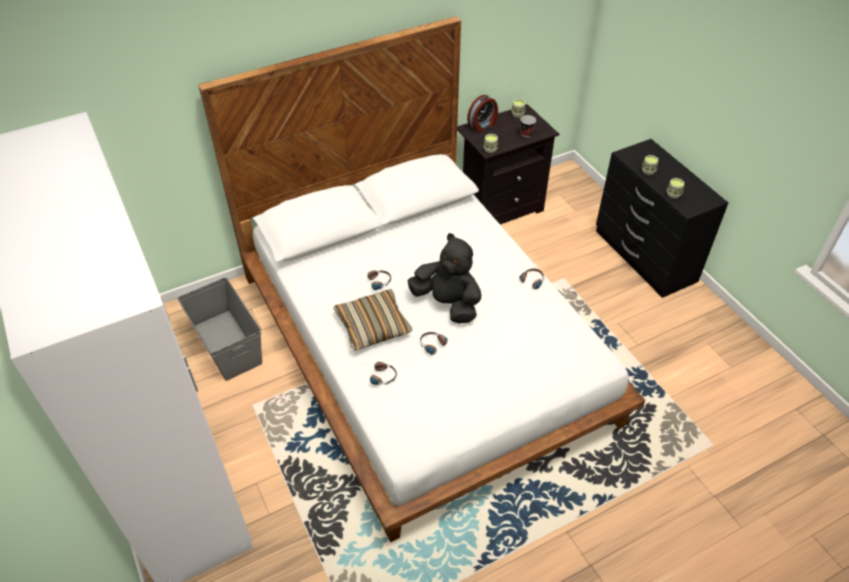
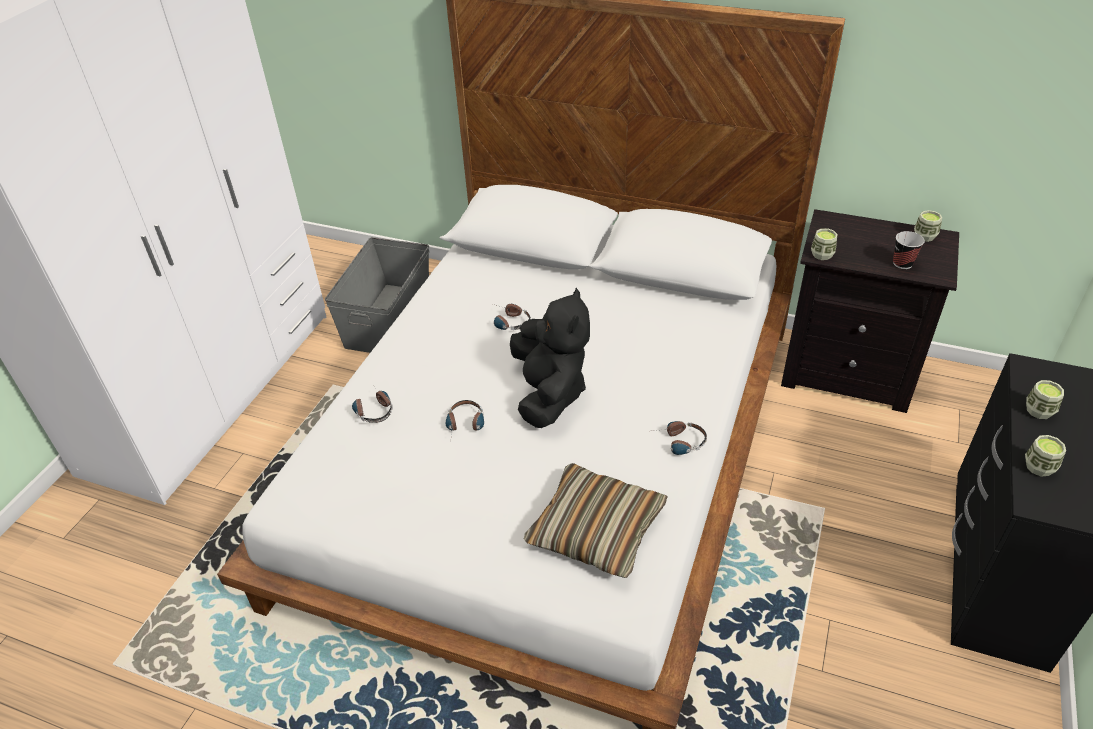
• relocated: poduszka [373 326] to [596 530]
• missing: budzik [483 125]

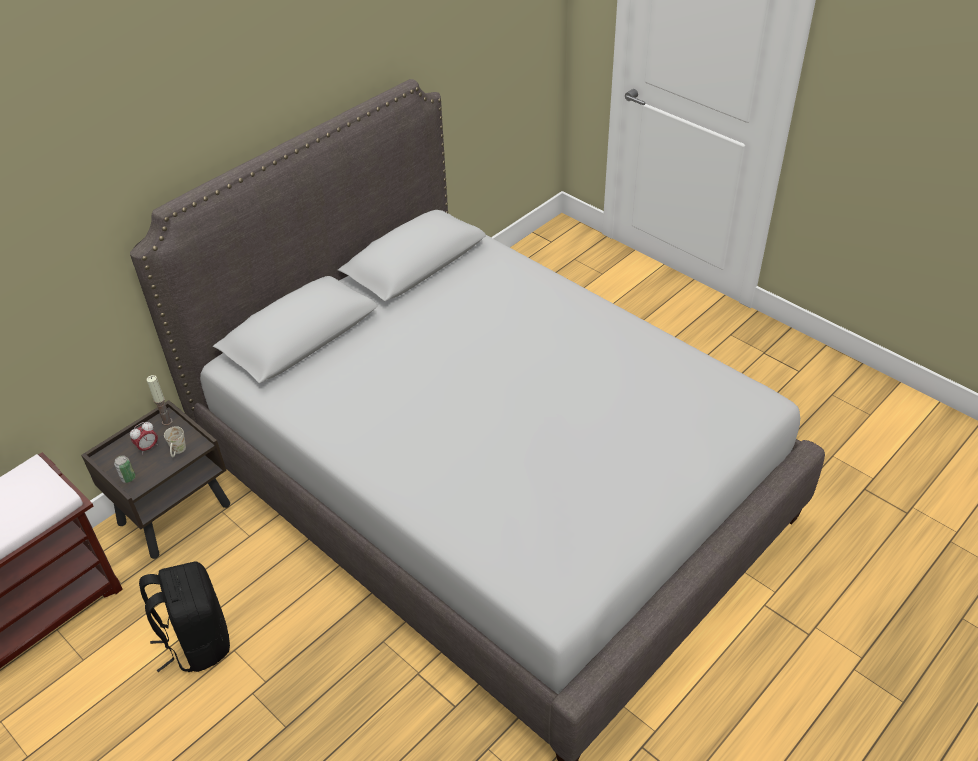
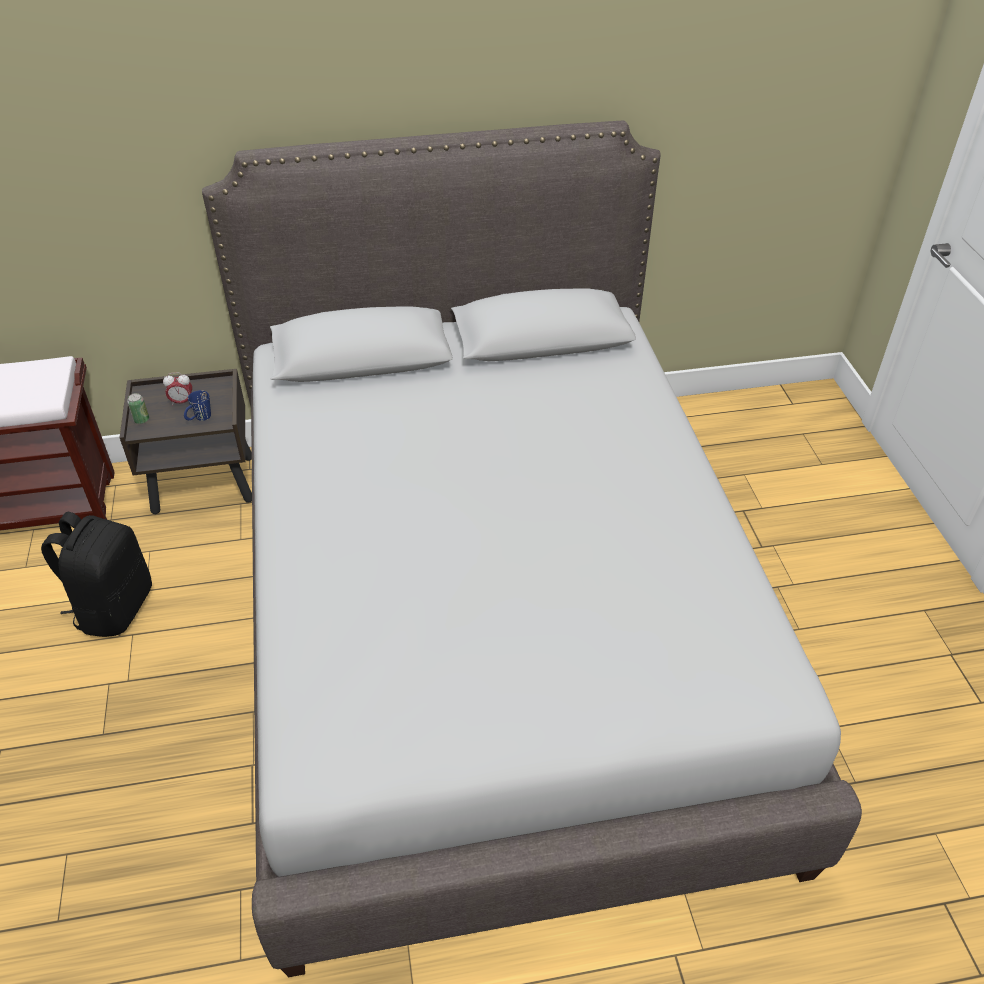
• missing: świeca [167 421]
• colour: kubek [biały] [178 452] to kubek [niebieski] [199 418]

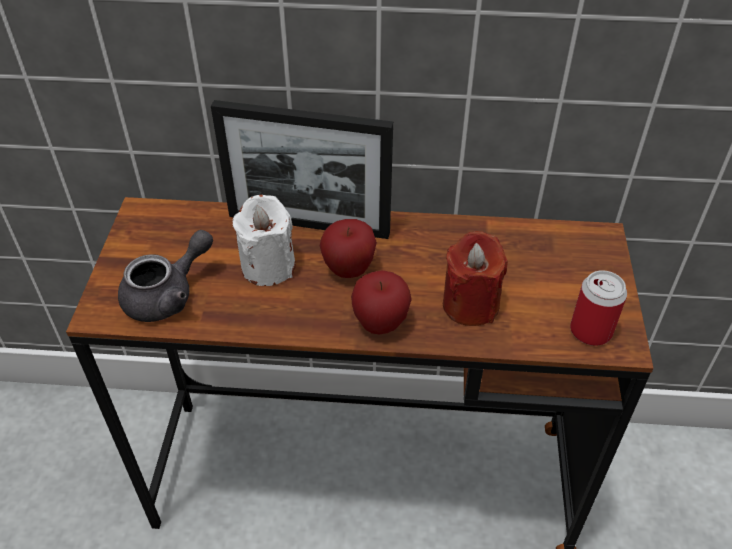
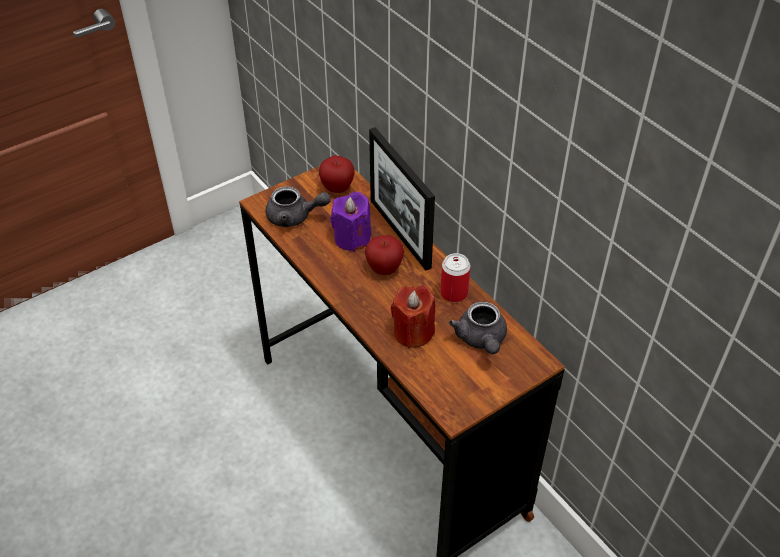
• colour: świeca [biały] [268 266] to świeca [fioletowy] [352 238]
• relocated: jabłko [380 324] to [337 189]
• relocated: puszka [590 331] to [454 293]
• appeared: imbryk [szary] [481 340]

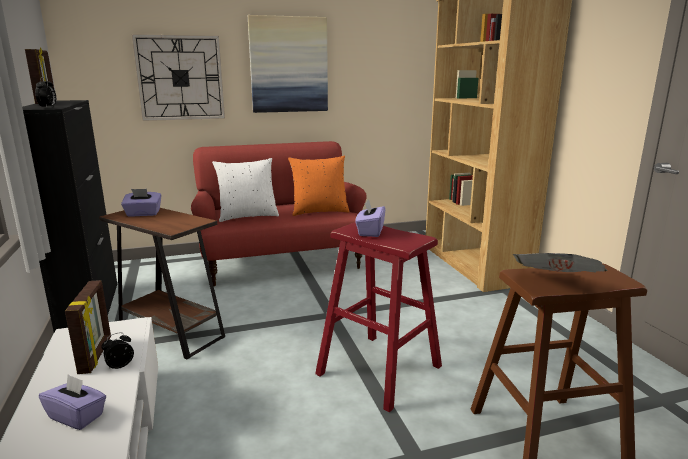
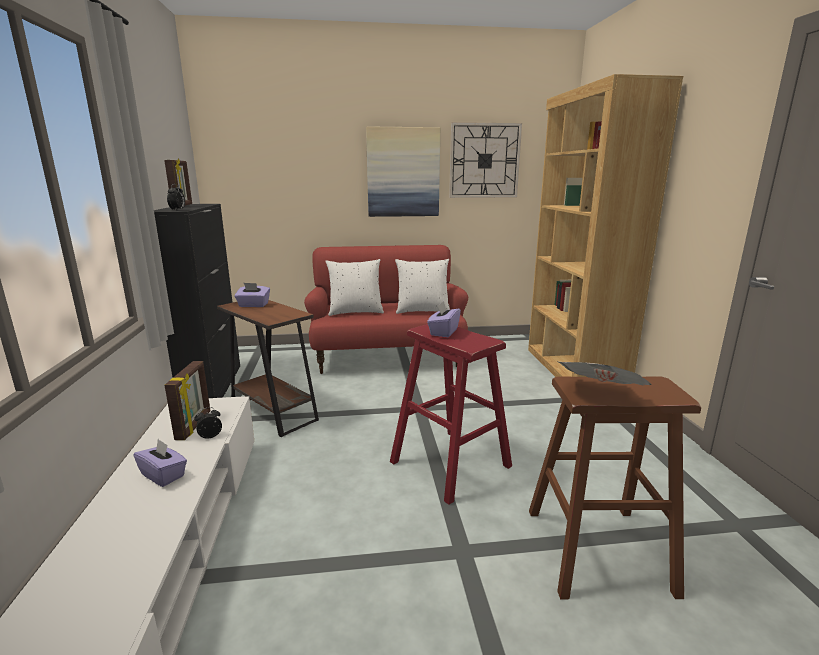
• relocated: zegar ścienny [180 78] to [484 161]
• colour: poduszka [pomarańczowy] [319 211] to poduszka [biały] [422 311]

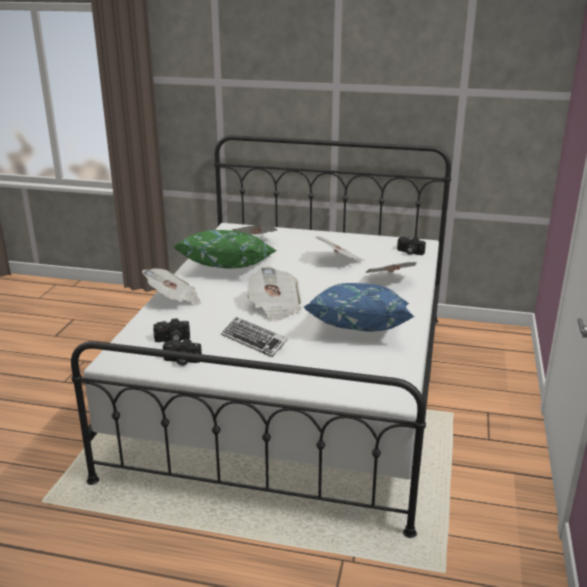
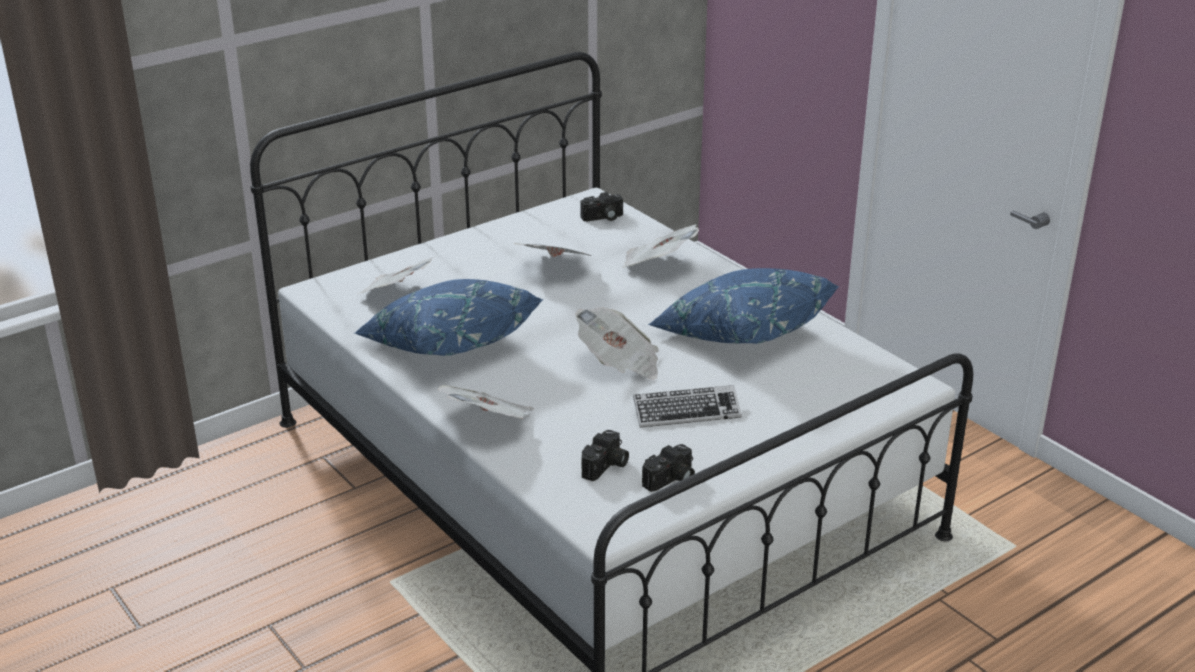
• colour: poduszka [zielony] [228 266] to poduszka [niebieski] [447 344]

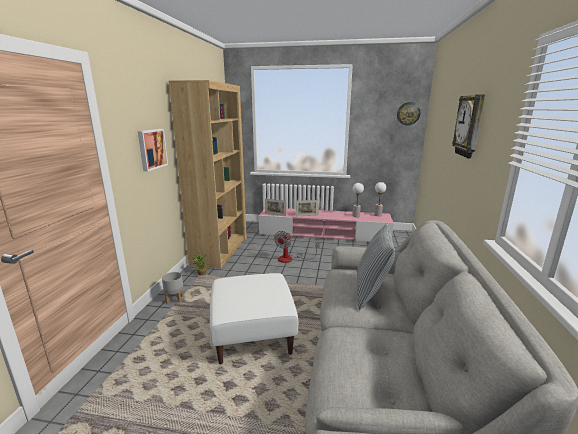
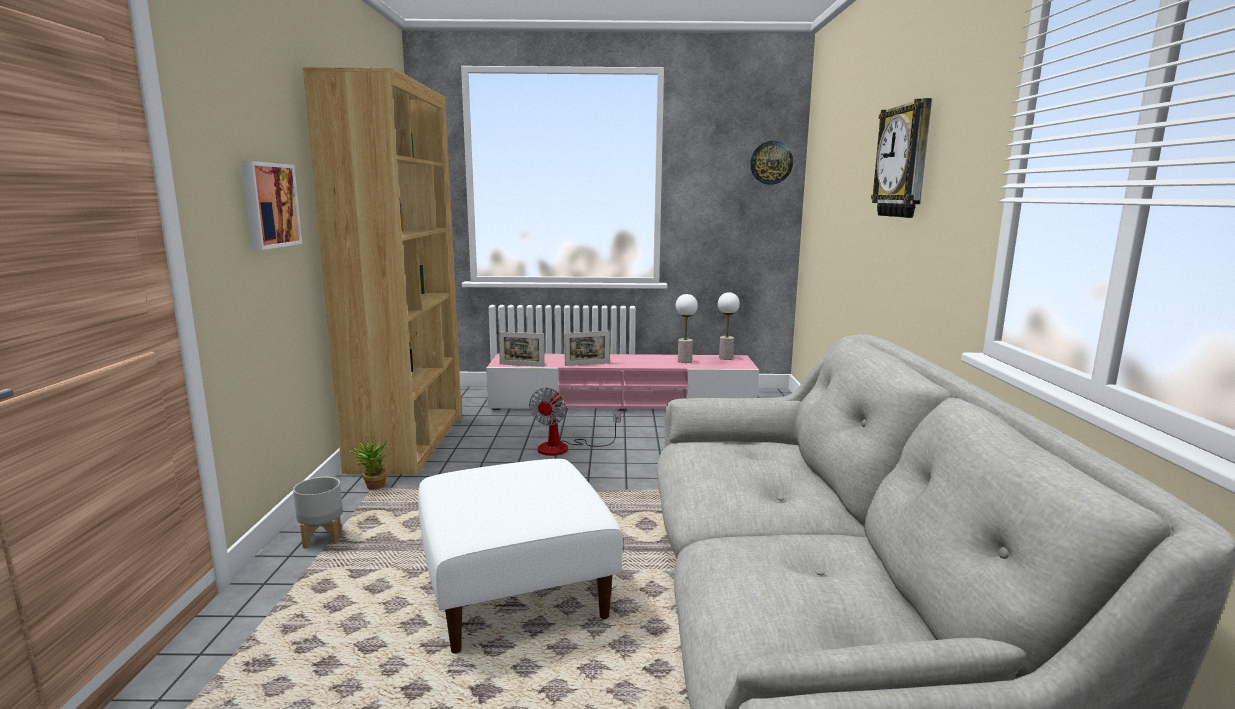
• missing: poduszka [371 292]

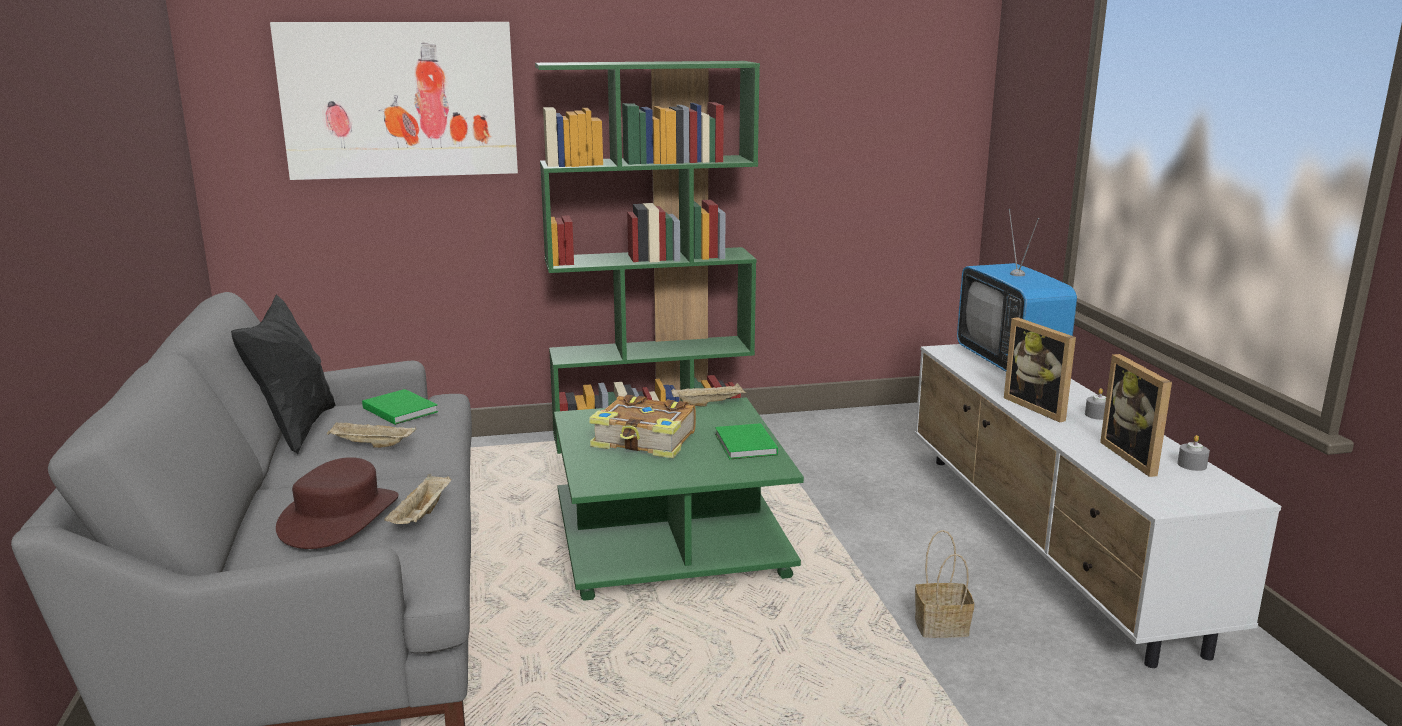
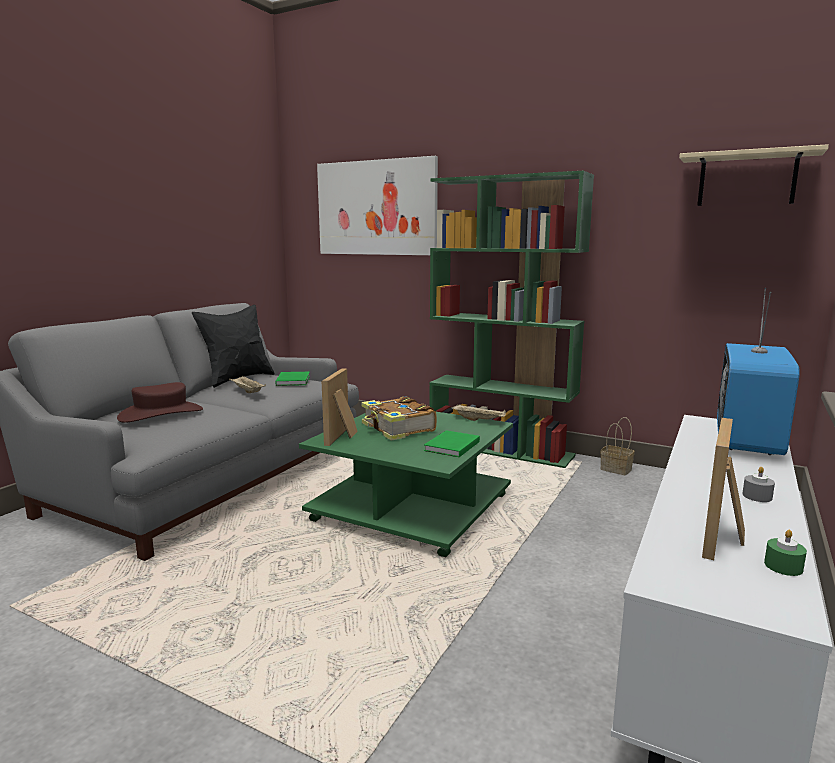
• missing: taca [beżowy] [422 516]
• relocated: koszyk [943 626] to [617 469]
• relocated: ramka na zdjęcie [1040 407] to [343 436]
• colour: świeca [szary] [1192 465] to świeca [zielony] [783 566]
• appeared: półka [beżowy] [747 179]

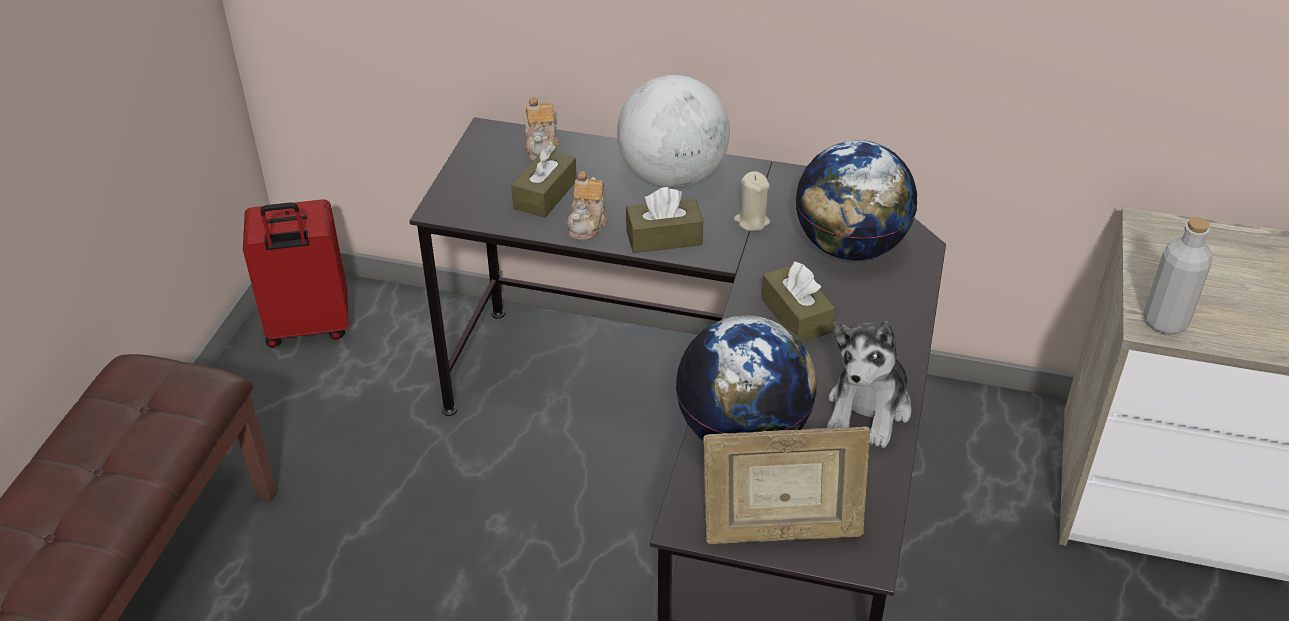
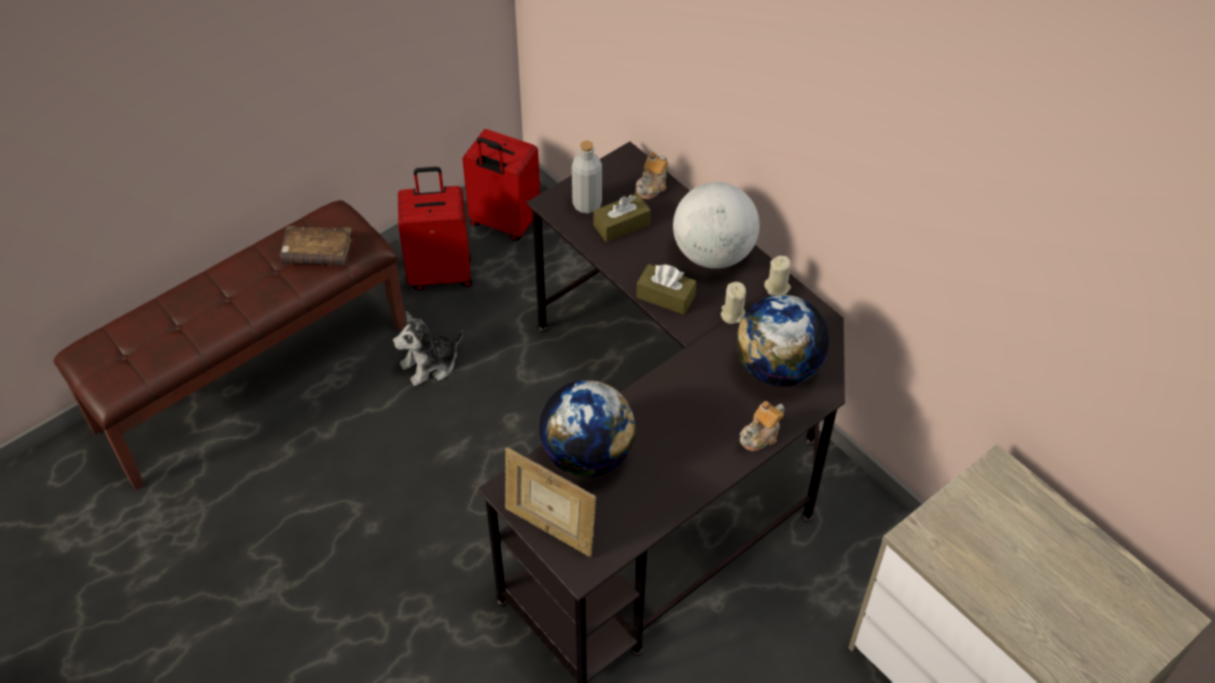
• relocated: imbryk [588 223] to [760 436]
• missing: pudełko chusteczek [brązowy] [796 315]
• relocated: pluszak [868 409] to [430 365]
• relocated: butelka [szary] [1165 322] to [587 204]
• appeared: książka [brązowy] [318 253]
• appeared: walizka [czerwony] [440 272]
• appeared: świeca [beżowy] [777 287]

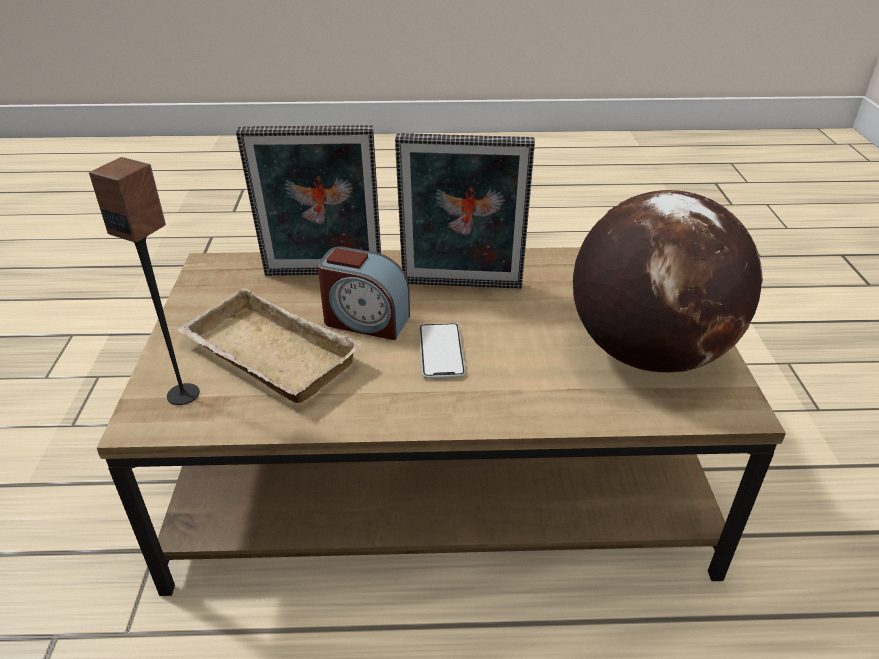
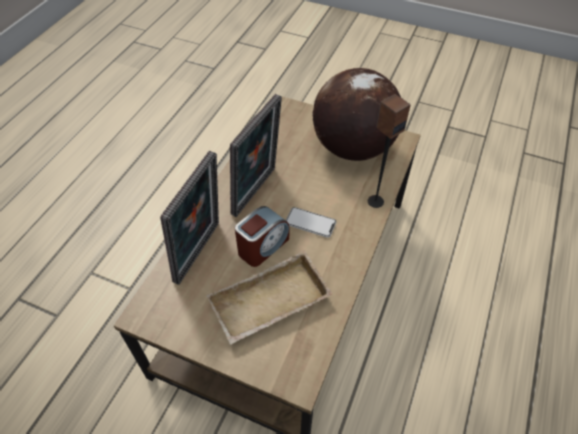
• relocated: głośnik [184 394] to [375 201]

